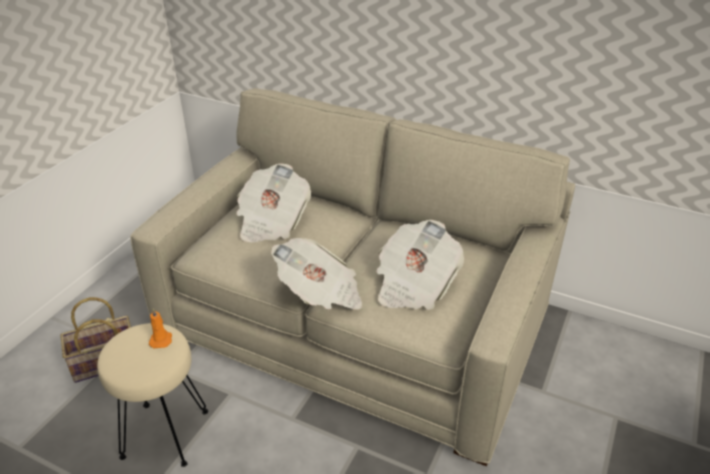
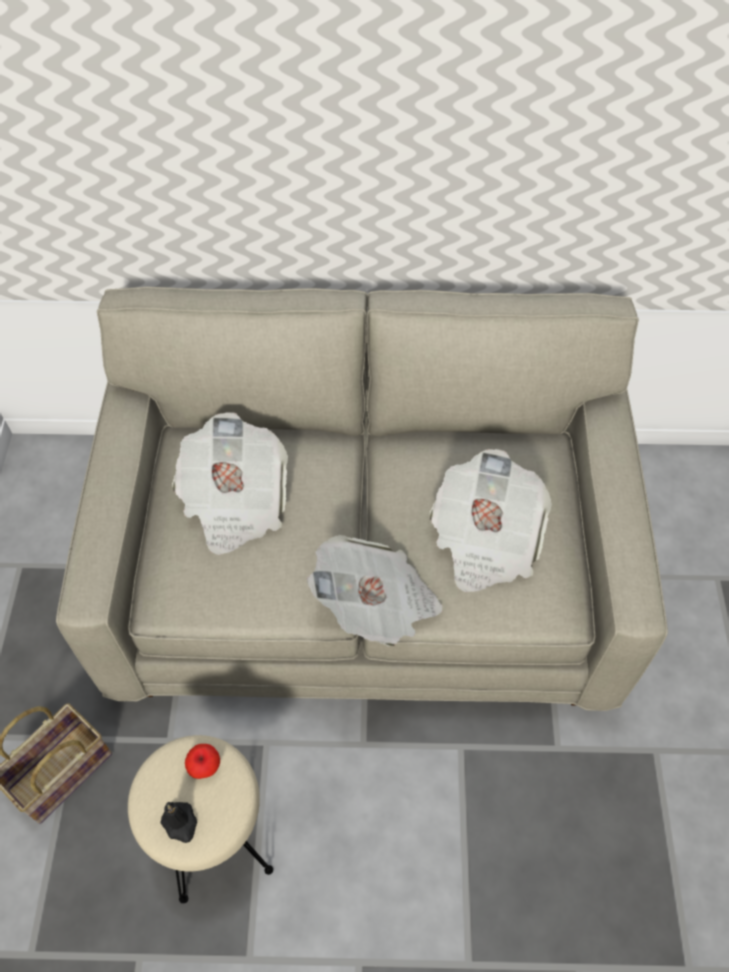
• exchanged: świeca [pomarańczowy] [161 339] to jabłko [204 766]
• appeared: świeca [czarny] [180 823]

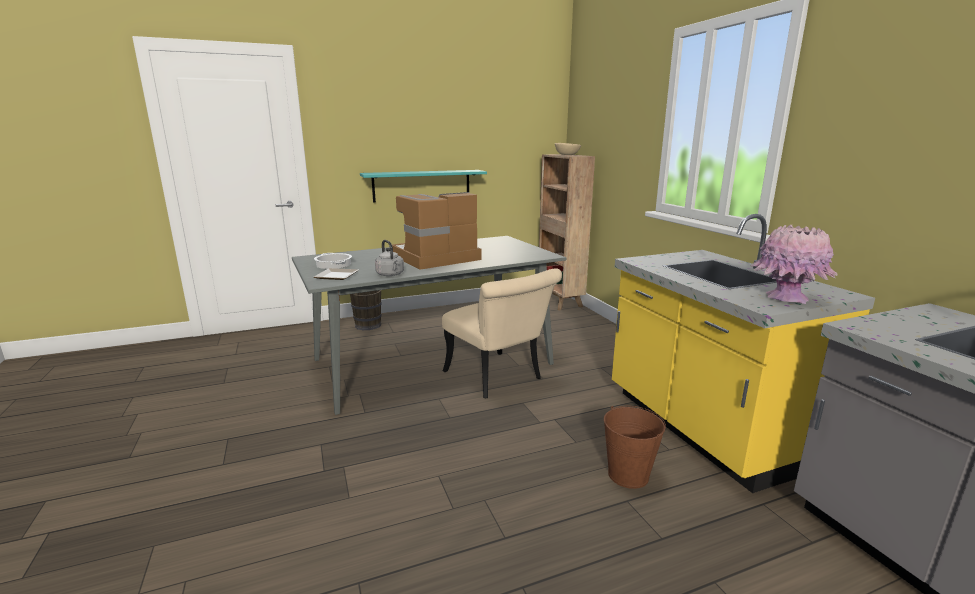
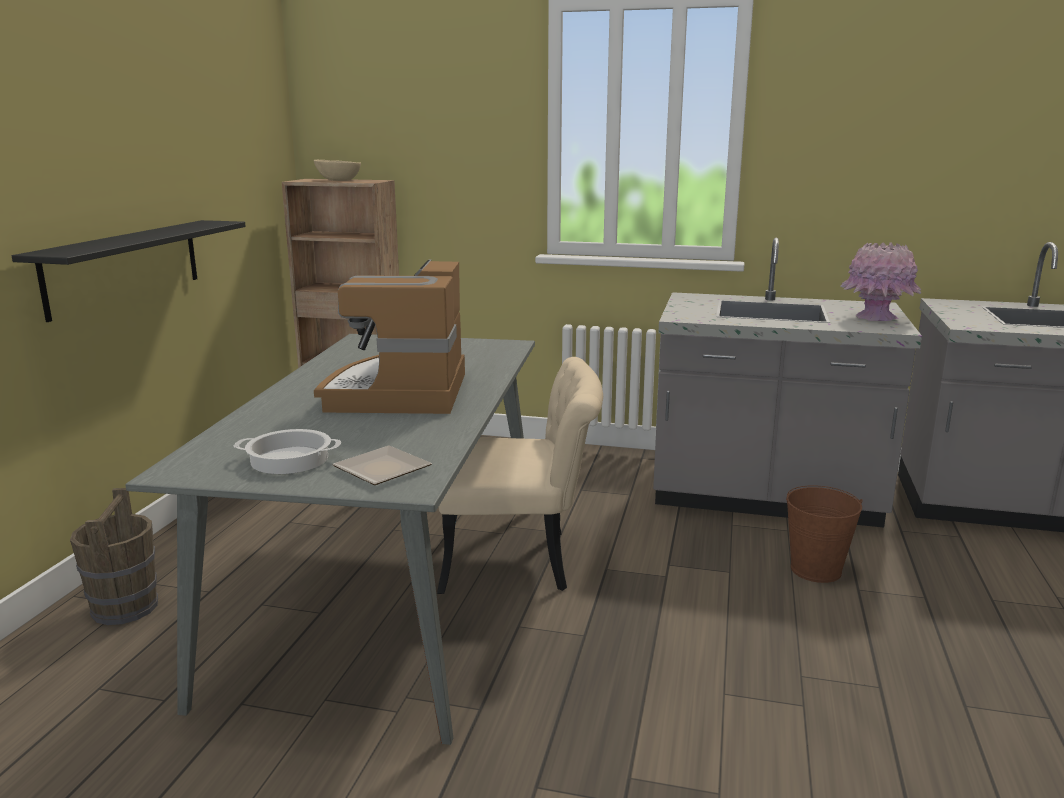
• colour: półka [turkusowy] [422 185] to półka [czarny] [125 266]
• missing: czajnik [szary] [390 275]
• colour: zabudowa kuchenna [żółty] [703 428] to zabudowa kuchenna [szary] [765 498]

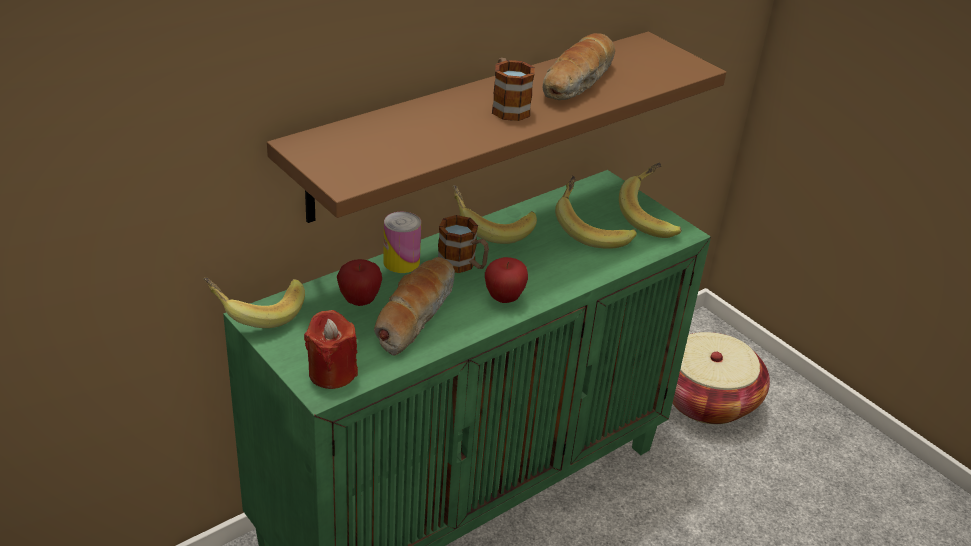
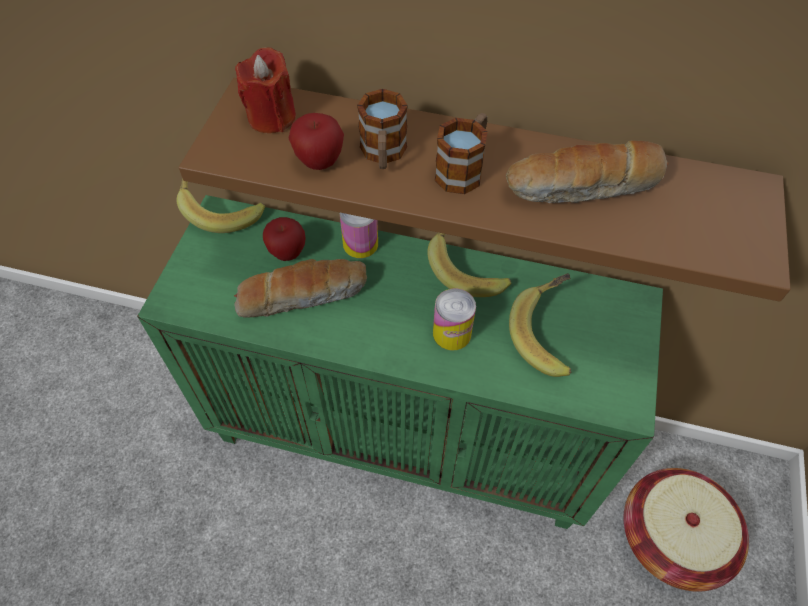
• relocated: świeca [czerwony] [332 373] to [271 117]
• relocated: kubek [463 265] to [383 154]
• relocated: jabłko [504 298] to [319 162]
• missing: banan [653 216]
• appeared: puszka [452 333]

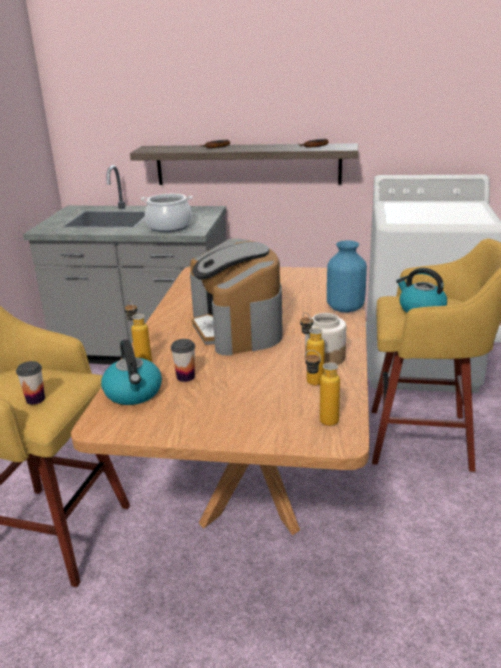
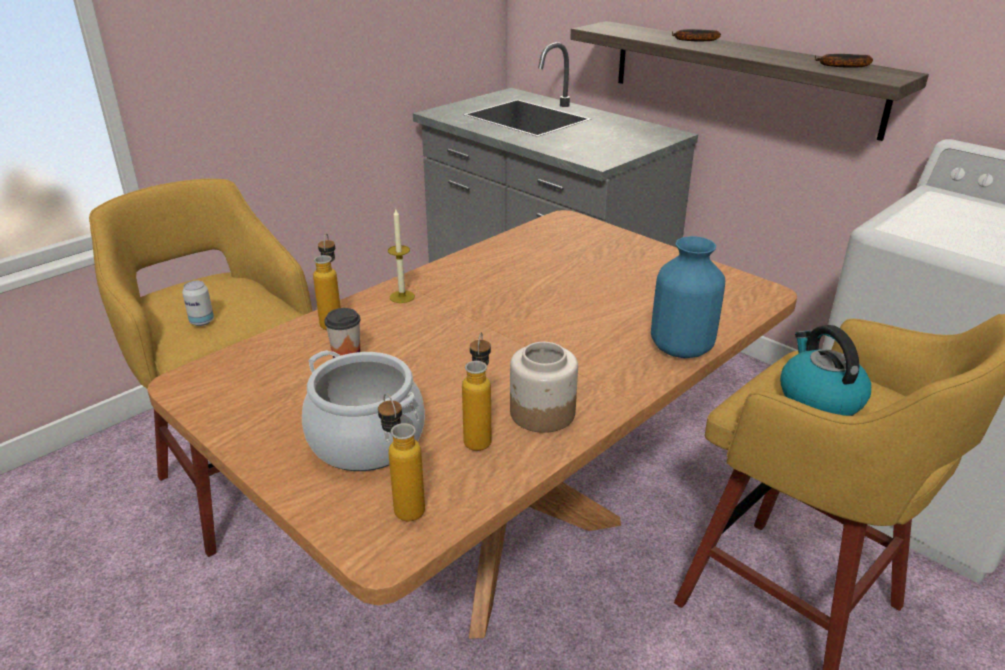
• exchanged: filiżanka [35 399] to puszka [202 321]
• missing: czajnik [134 393]
• relocated: garnek [169 227] to [366 441]
• missing: ekspres do kawy [238 328]
• appeared: świeca [402 297]

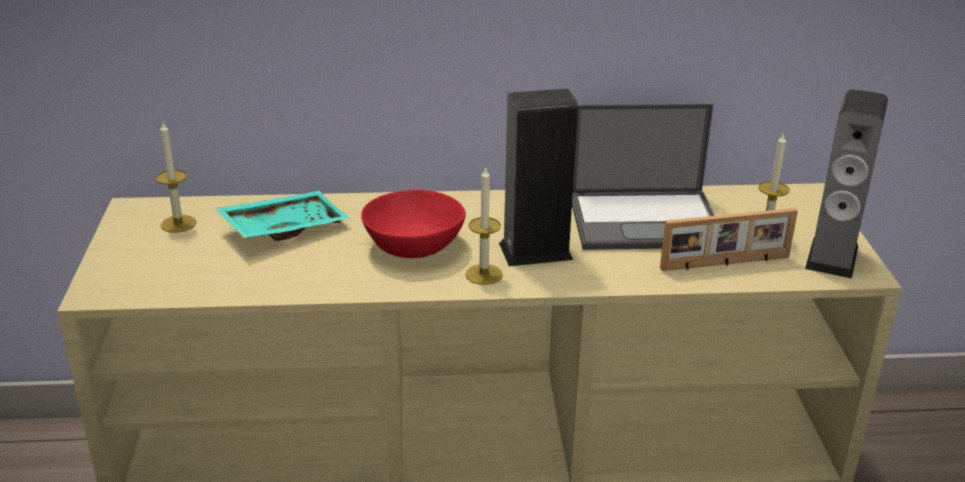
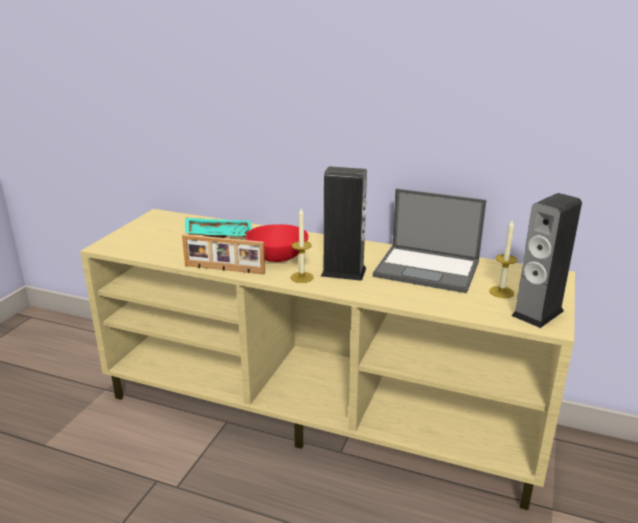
• missing: świeca [178 224]
• relocated: ramka na zdjęcie [725 264] to [224 270]

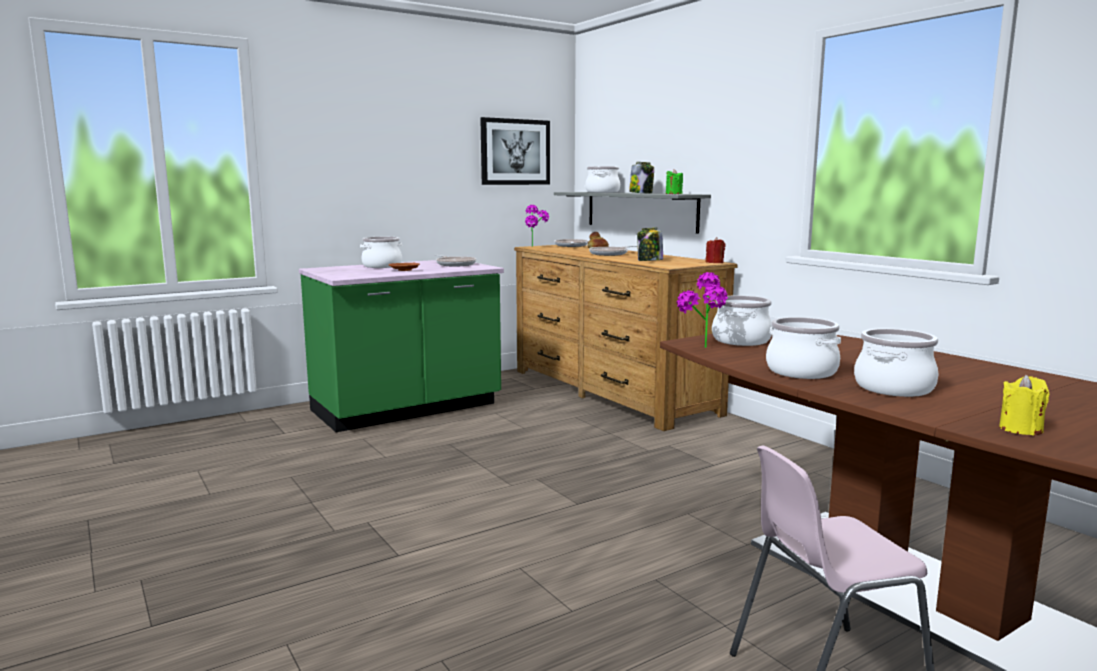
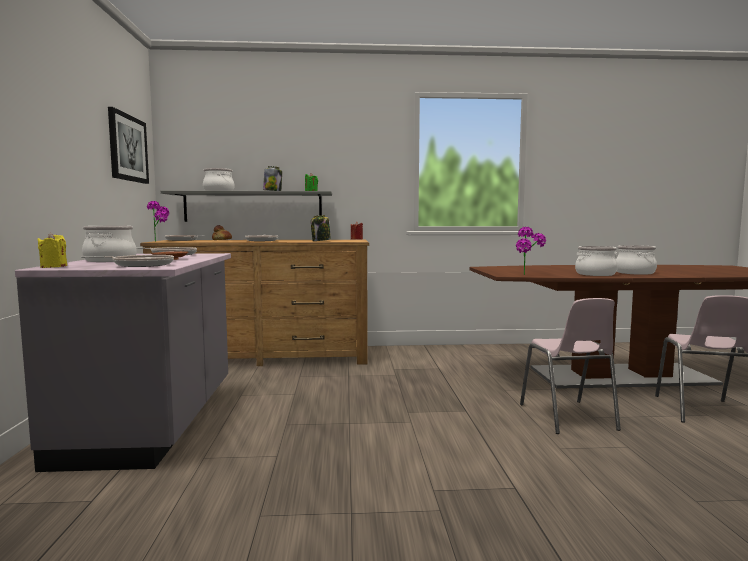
• colour: zabudowa kuchenna [zielony] [407 409] to zabudowa kuchenna [szary] [153 423]
• missing: garnek [740 340]
• relocated: świeca [żółty] [1020 429] to [54 267]
• appeared: patelnia [139 265]
• appeared: krzesło [różowy] [567 417]

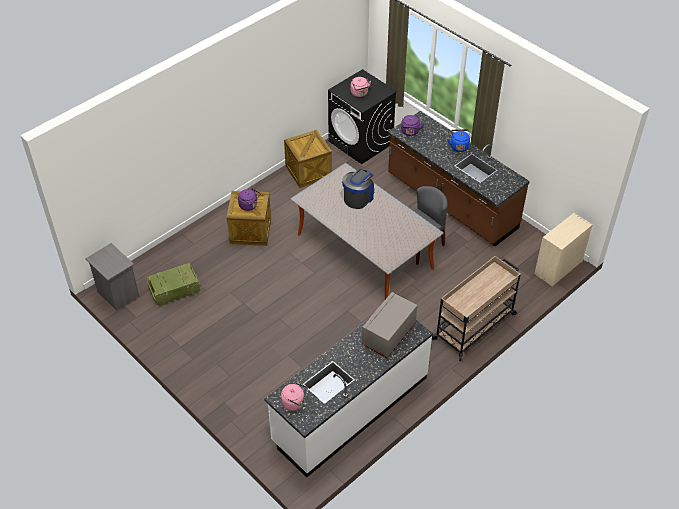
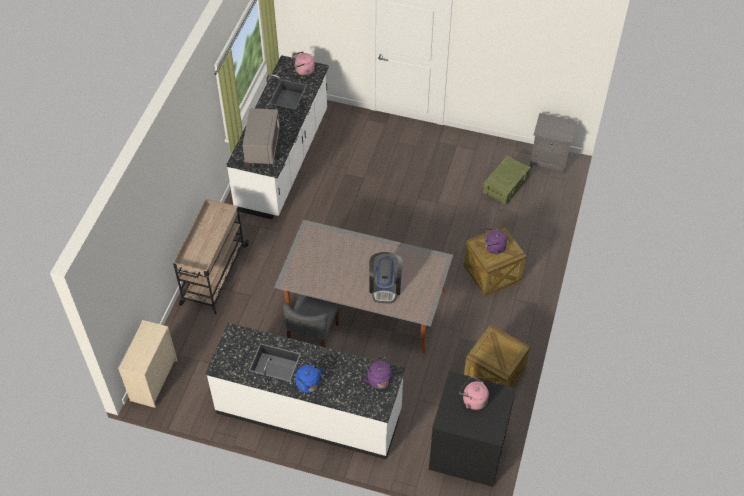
• colour: zabudowa kuchenna [brązowy] [451 202] to zabudowa kuchenna [biały] [309 411]

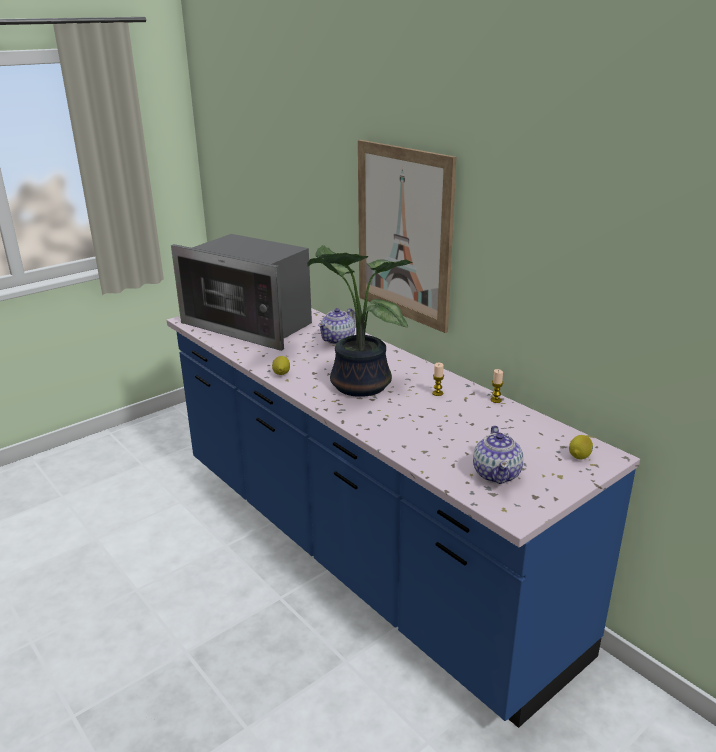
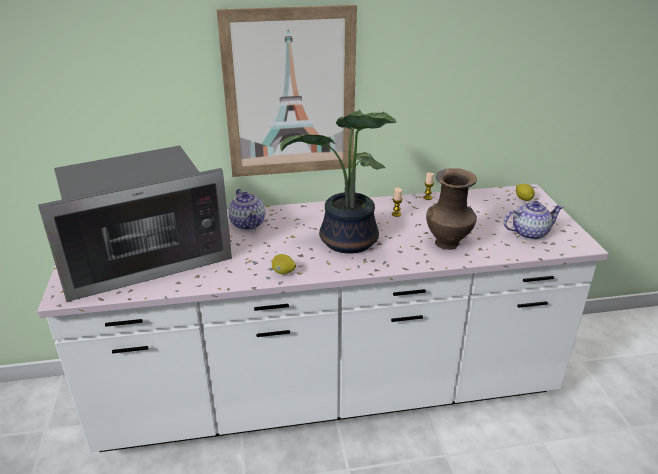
• colour: zabudowa kuchenna [niebieski] [360 550] to zabudowa kuchenna [biały] [329 392]
• spun: imbryk [497 474] = [529 233] 45 degrees counterclockwise
• appeared: wazon [brązowy] [448 243]

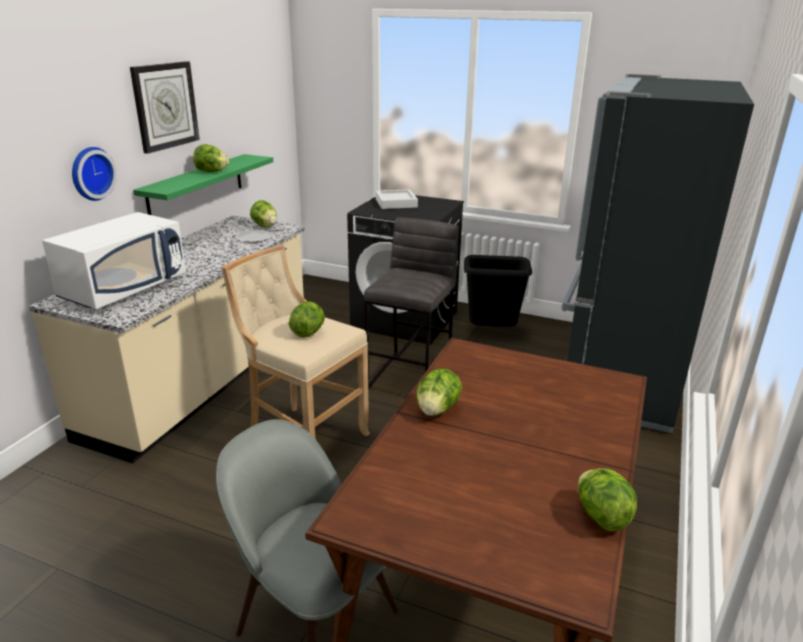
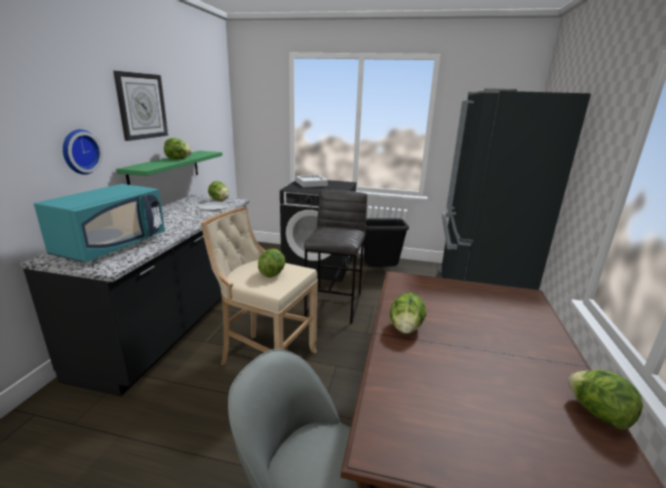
• colour: zabudowa kuchenna [beżowy] [206 380] to zabudowa kuchenna [czarny] [177 319]
• colour: mikrofalówka [biały] [125 289] to mikrofalówka [turkusowy] [112 246]

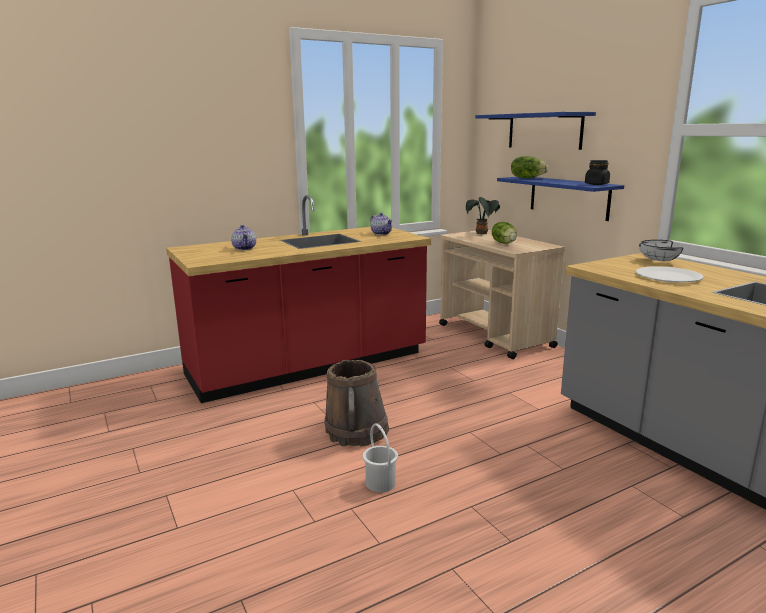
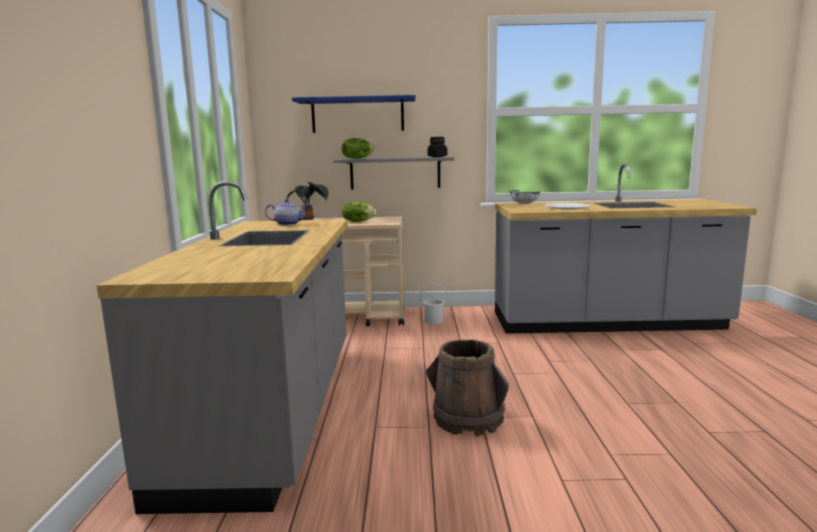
• colour: zabudowa kuchenna [czerwony] [309 365] to zabudowa kuchenna [szary] [274 409]
• missing: imbryk [245 248]
• relocated: wiadro [biały] [381 483] to [433 321]
• colour: półka [niebieski] [568 197] to półka [szary] [395 173]

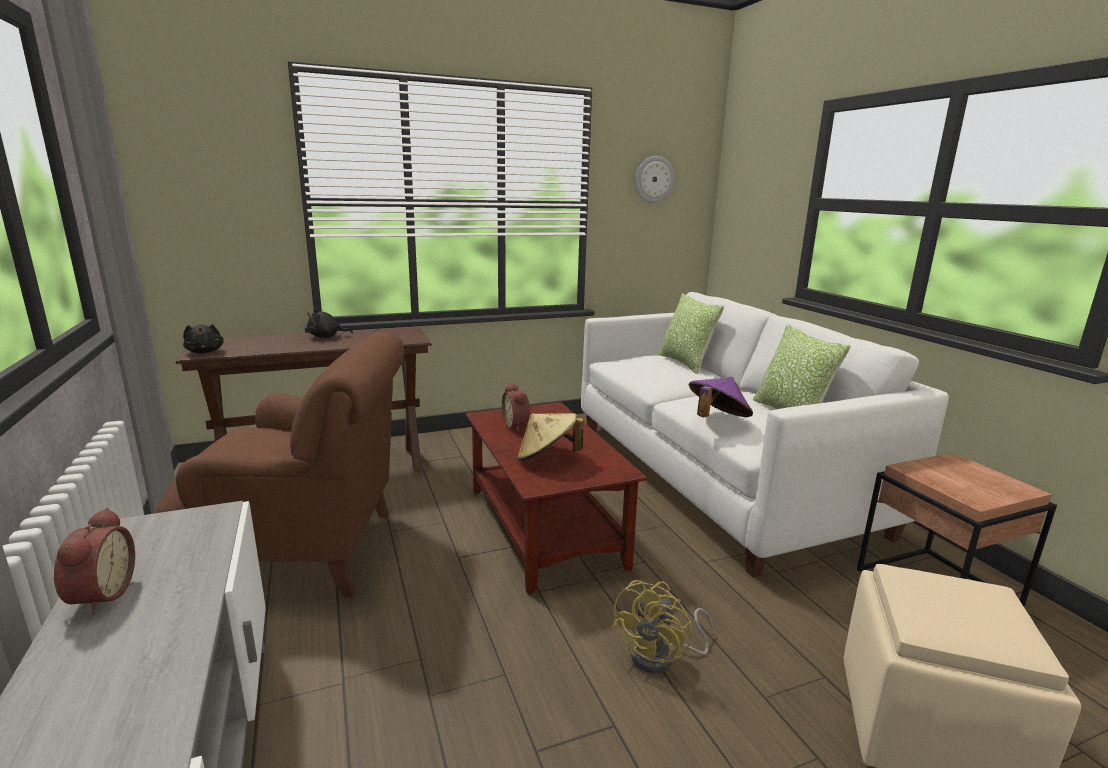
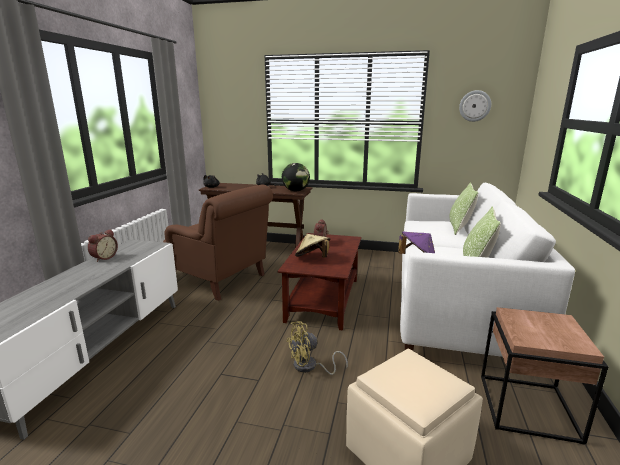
• appeared: globus [295 191]

